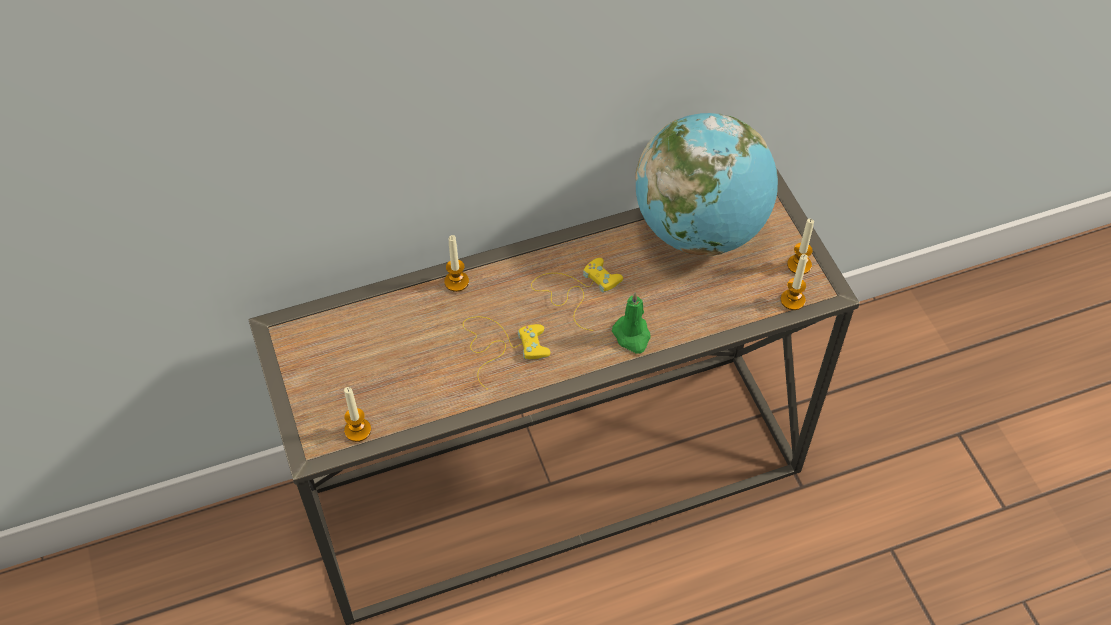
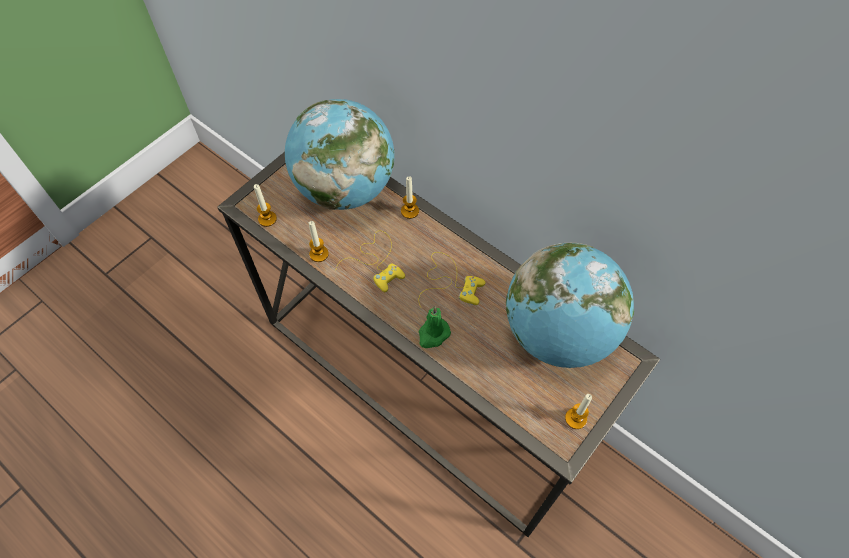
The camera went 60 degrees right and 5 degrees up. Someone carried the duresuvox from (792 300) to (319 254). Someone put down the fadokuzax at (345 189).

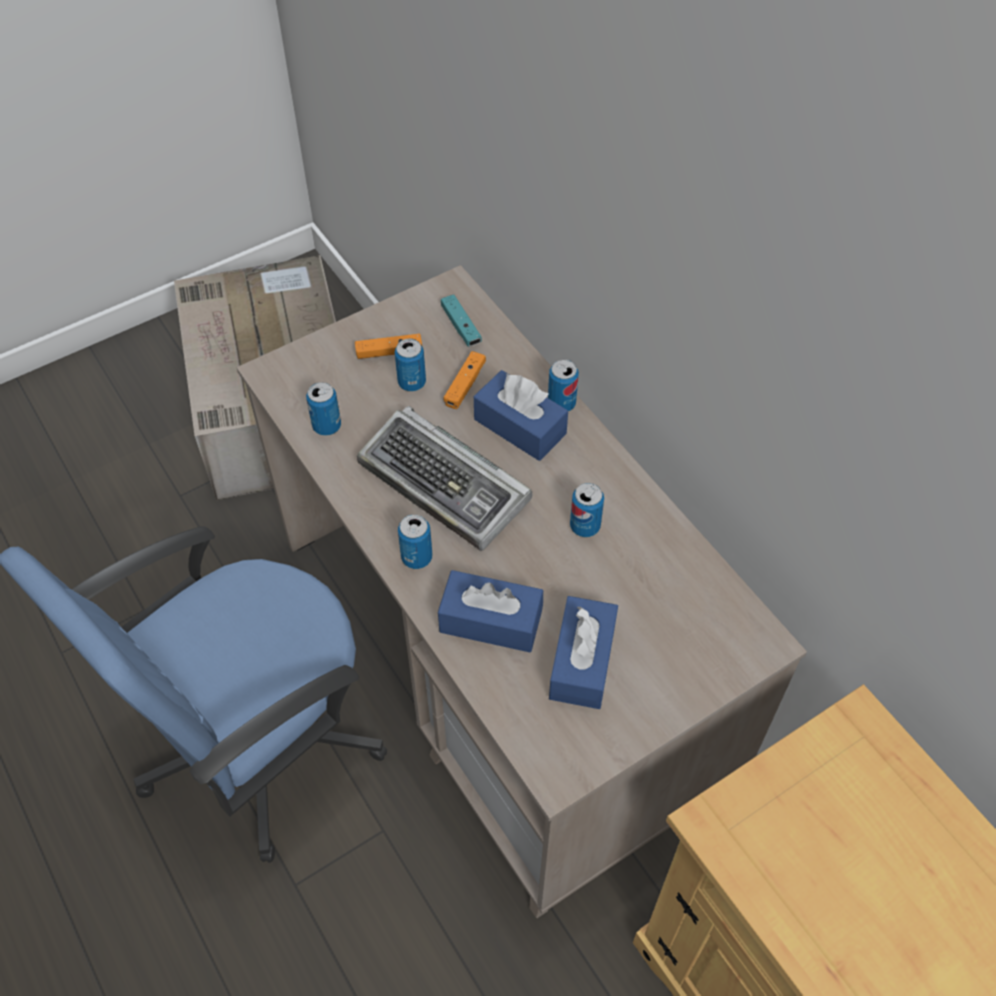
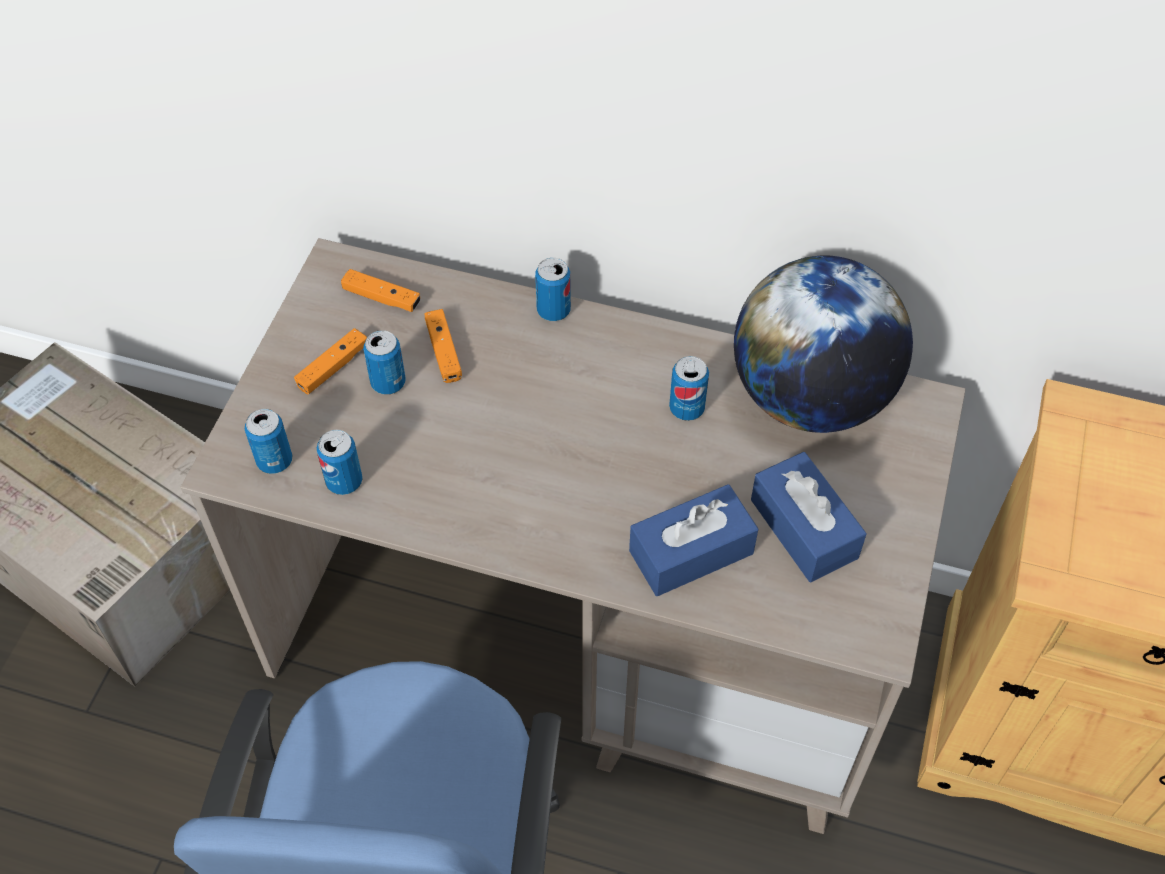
The camera went 40 degrees left and 0 degrees up. Someone repainted the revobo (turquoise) at (461 326), which became the revobo (orange) at (382 298). Someone took away the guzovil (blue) at (520 426). Someone took away the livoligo at (446 485). Someone carried the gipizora from (417 557) to (274 461). Someone put down the fadokuzax at (810 397).

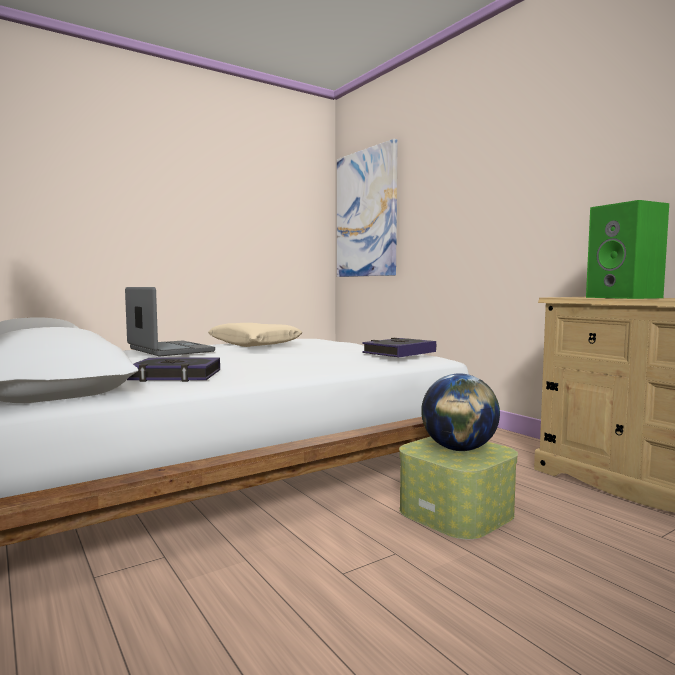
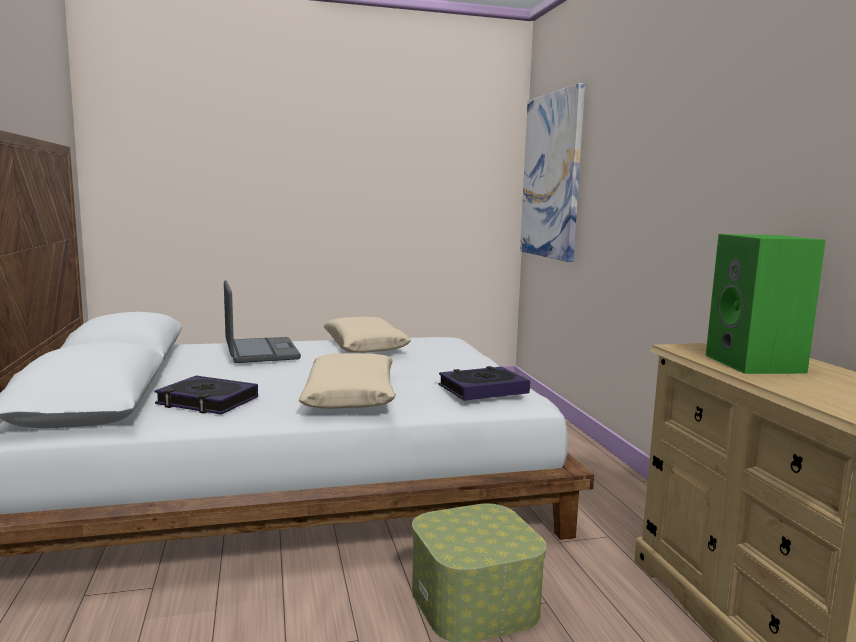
The camera went 20 degrees right and 5 degrees up. Someone took away the fadokuzax at (459 449). Someone put down the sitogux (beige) at (351 395).

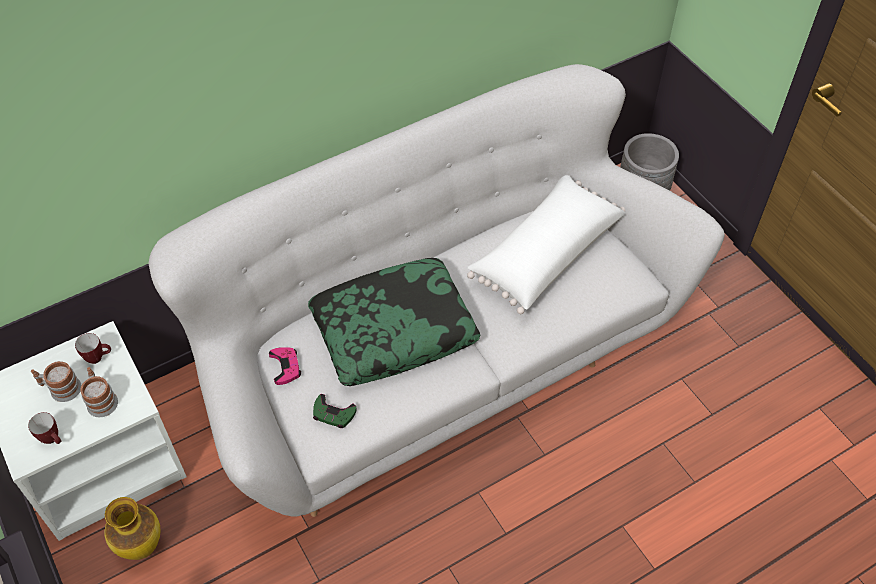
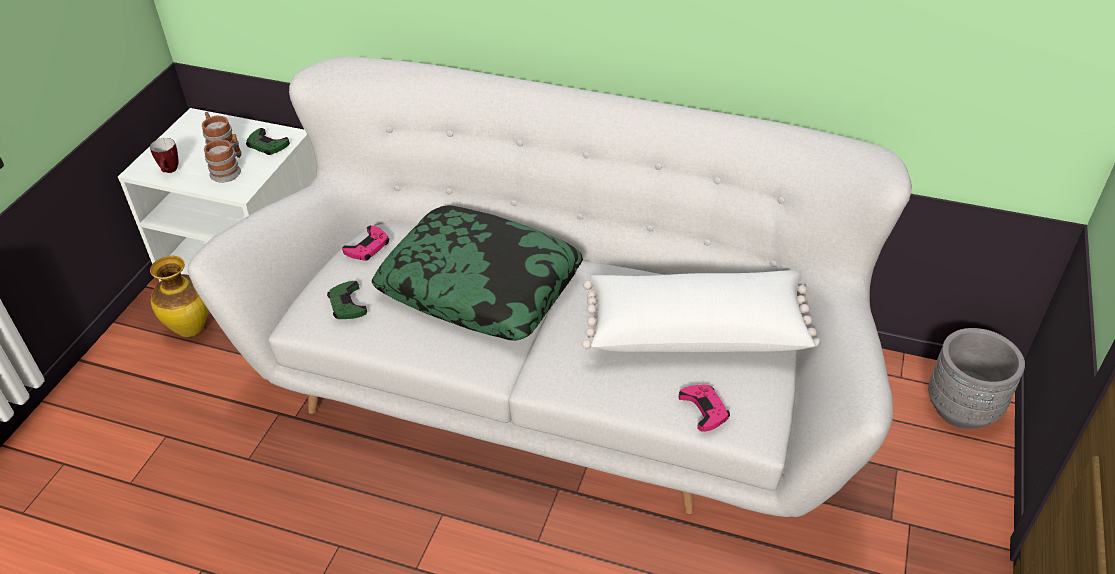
The camera went 50 degrees right and 10 degrees down. Someone swapped the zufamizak at (98 358) for the revobo (green) at (267 145). Someone put down the revobo (pink) at (704 409).

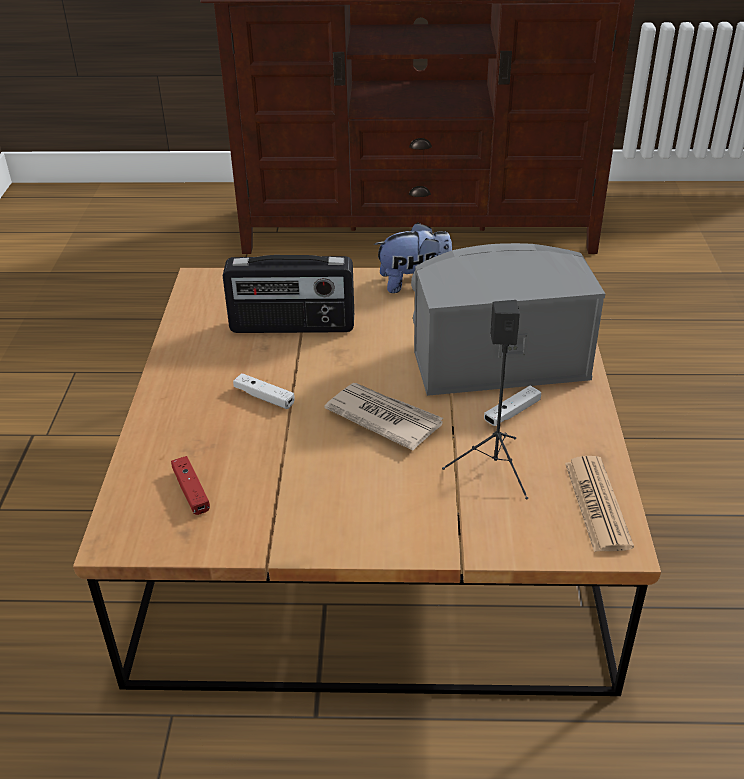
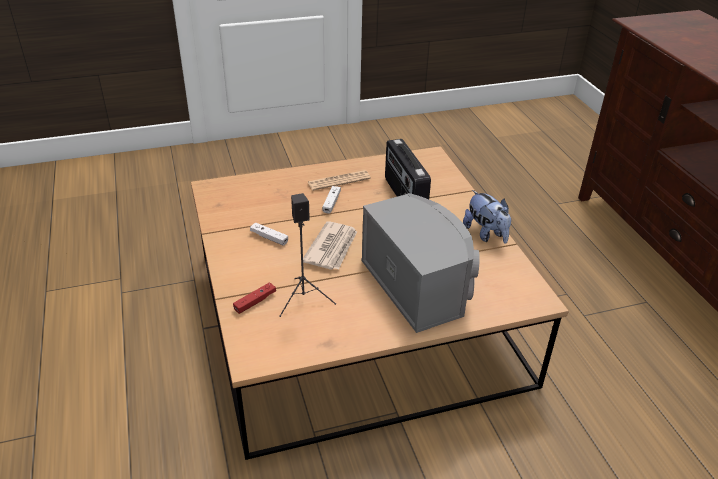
The camera went 70 degrees right and 0 degrees up. Someone carried the revobo (white) from (512 413) to (269 238). Someone carried the revobo (red) from (191 491) to (255 302). Someone carried the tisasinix from (597 504) to (339 181).

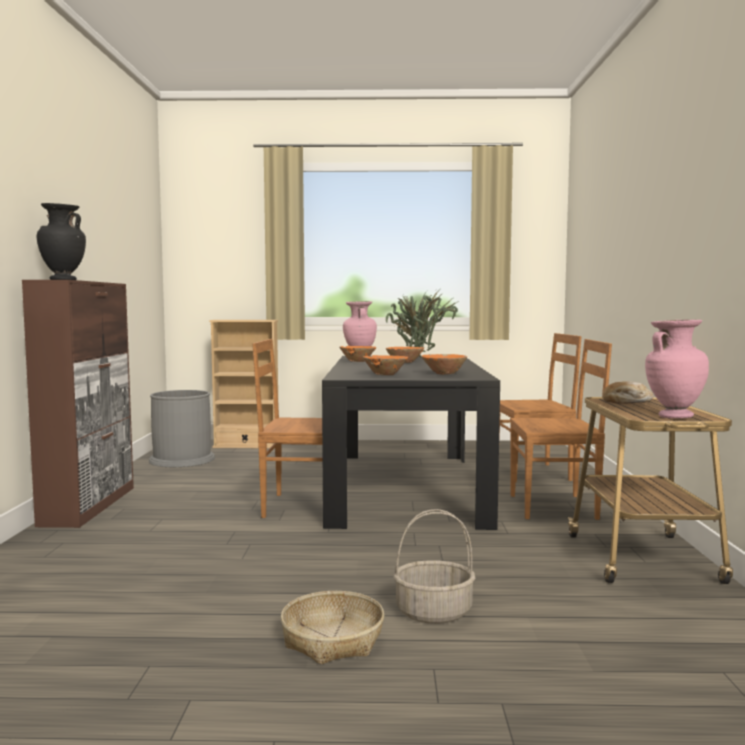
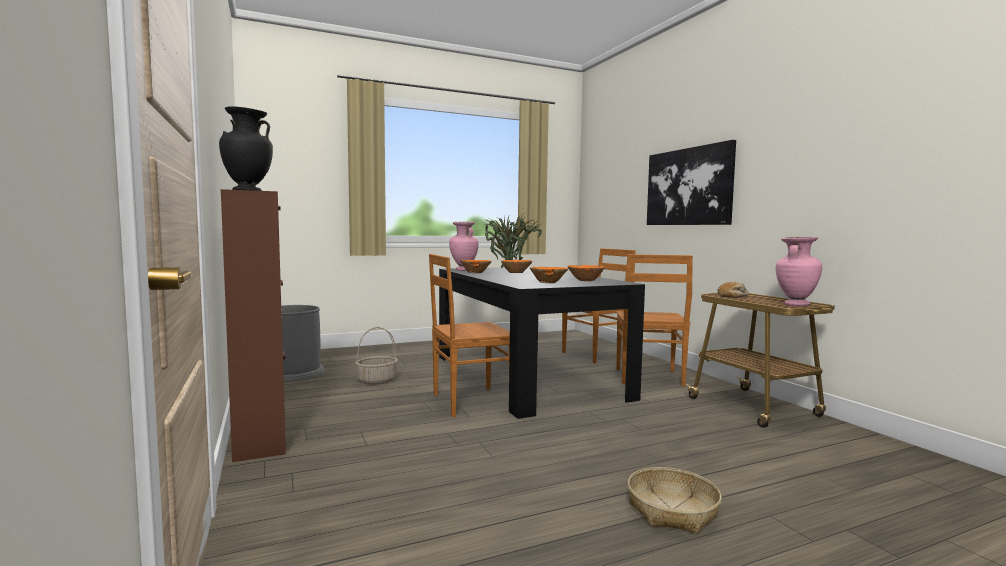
The camera went 25 degrees left and 0 degrees up. Someone took away the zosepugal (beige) at (246 446). Someone rotated the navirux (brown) at (555 507) by 120 degrees clockwise. Someone carried the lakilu from (434 612) to (377 380). Someone put up the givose at (688 186).

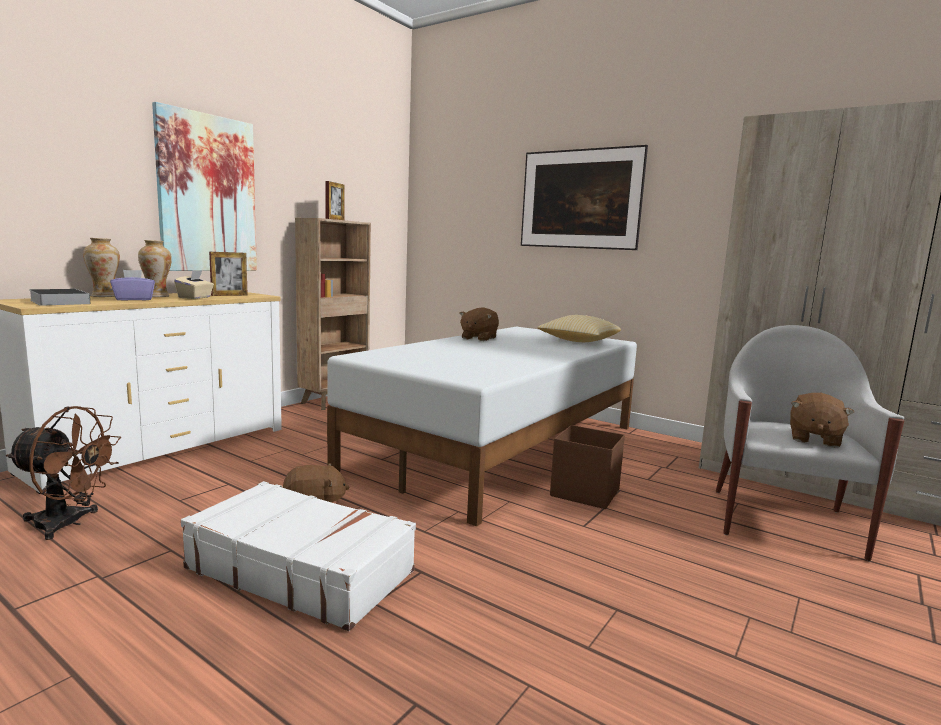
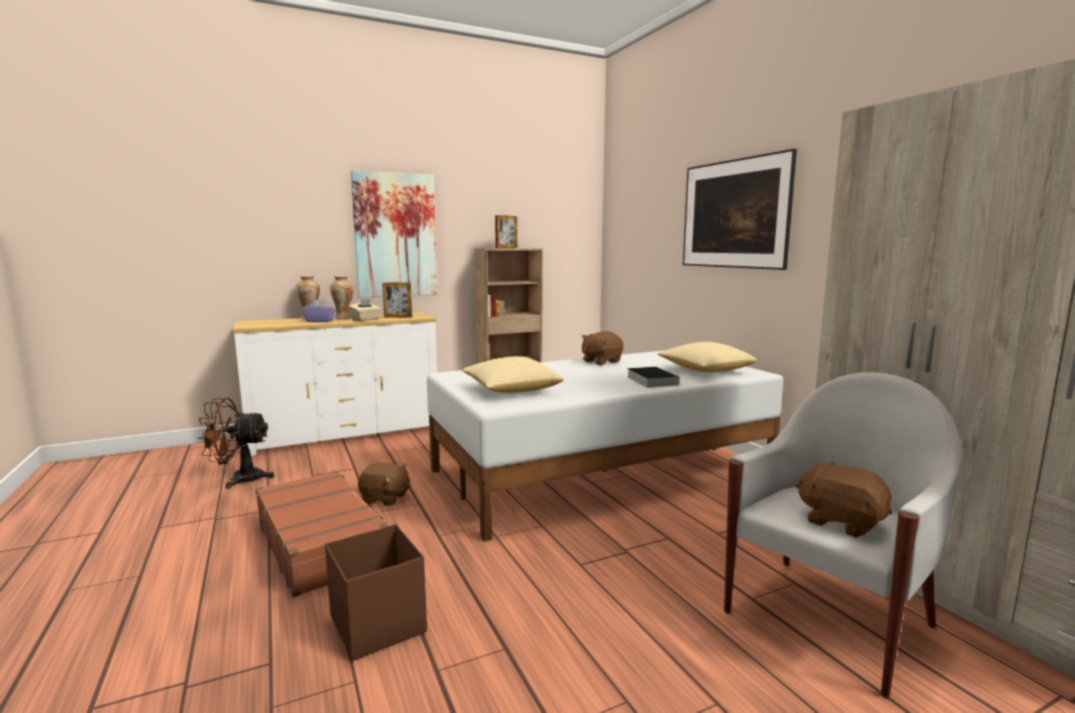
The camera went 30 degrees right and 0 degrees up. Someone carried the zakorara from (58 301) to (650 380). Someone rotated the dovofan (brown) at (814 439) by 75 degrees clockwise. Someone rotated the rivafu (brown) at (68 524) by 135 degrees clockwise. Someone carried the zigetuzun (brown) from (584 492) to (378 623). Someone repainted the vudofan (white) at (301 569), which became the vudofan (brown) at (321 543). Someone put down the sitogux at (511 390).

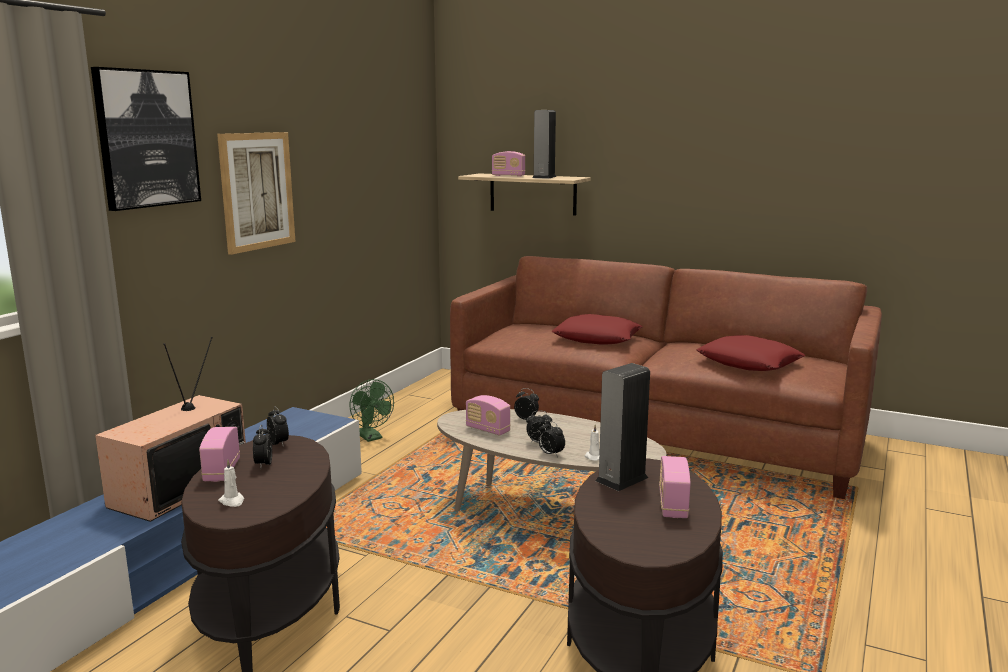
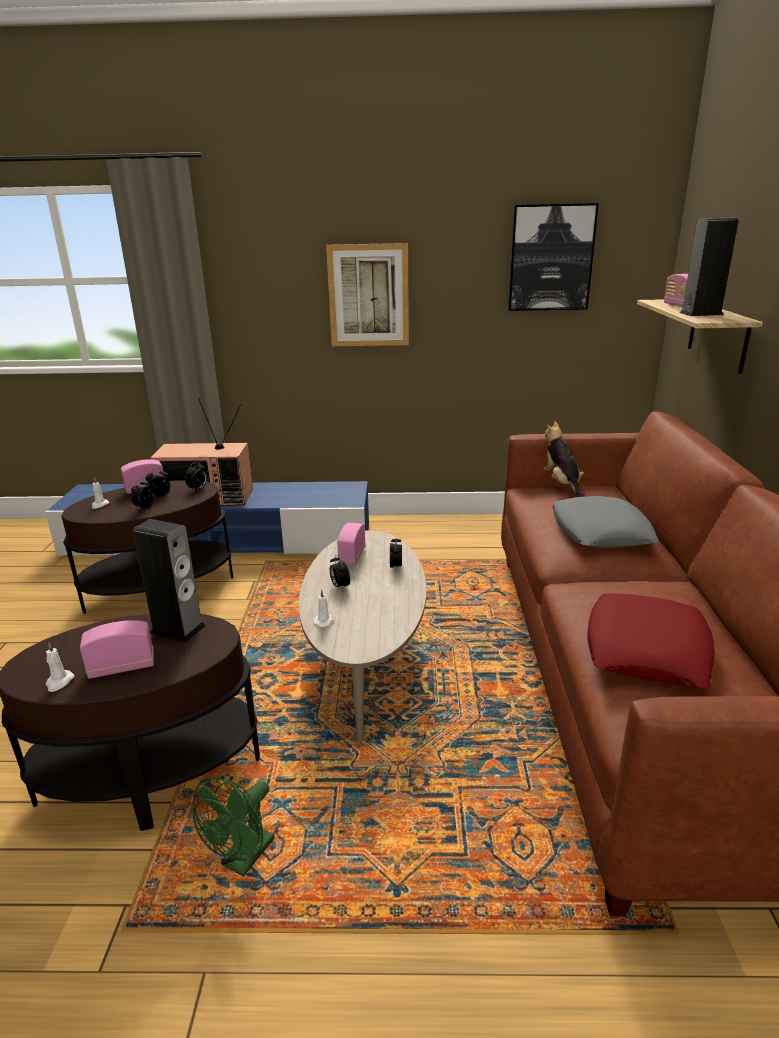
The camera went 65 degrees right and 10 degrees up. Someone carried the givose from (147 139) to (550 258). Someone repainted the sitogux (red) at (597 338), which became the sitogux (grey) at (601 532). Someone carried the rivafu (green) from (371 437) to (243 860). Someone carried the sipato from (550 454) to (144 508). Someone put down the dovofan at (561 484). Someone put down the duresuvox (white) at (59 682).

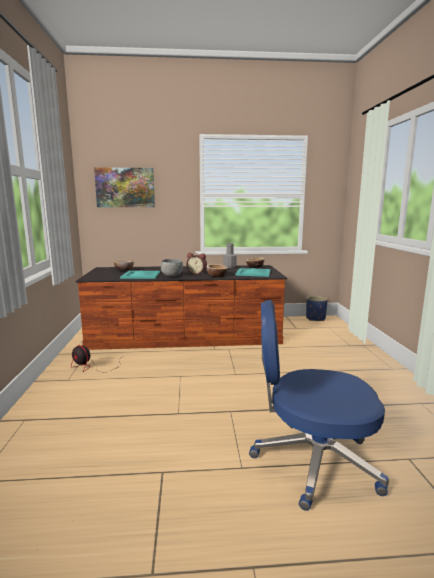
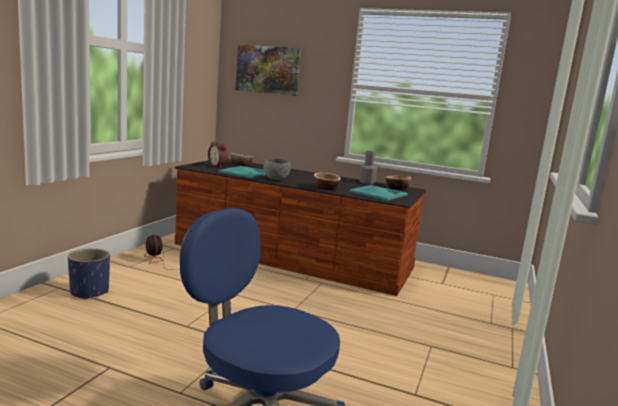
The camera went 25 degrees right and 0 degrees up. Someone carried the sipato from (197 273) to (218 166). Someone carried the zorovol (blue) from (315 318) to (89 292).

